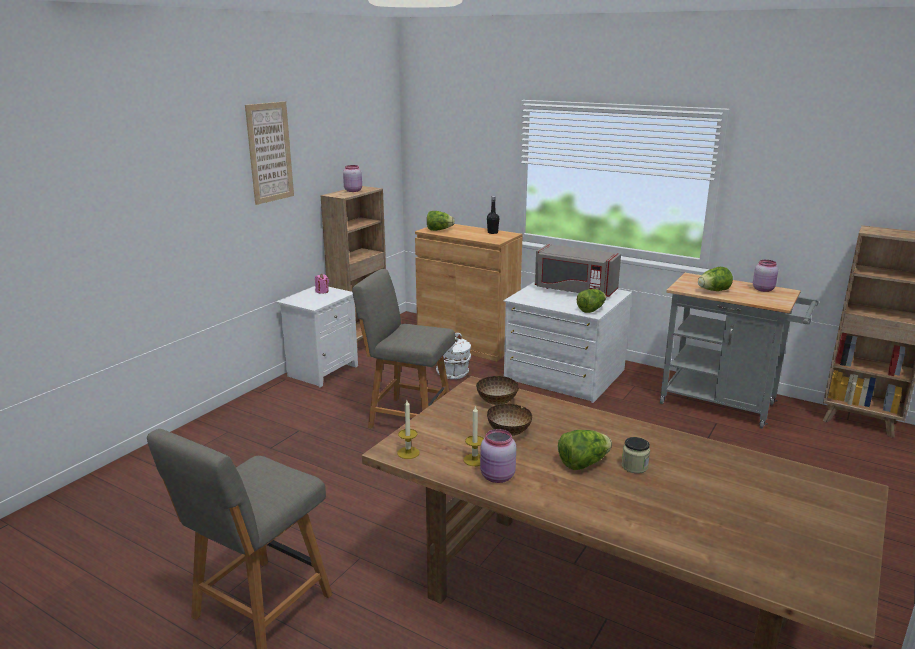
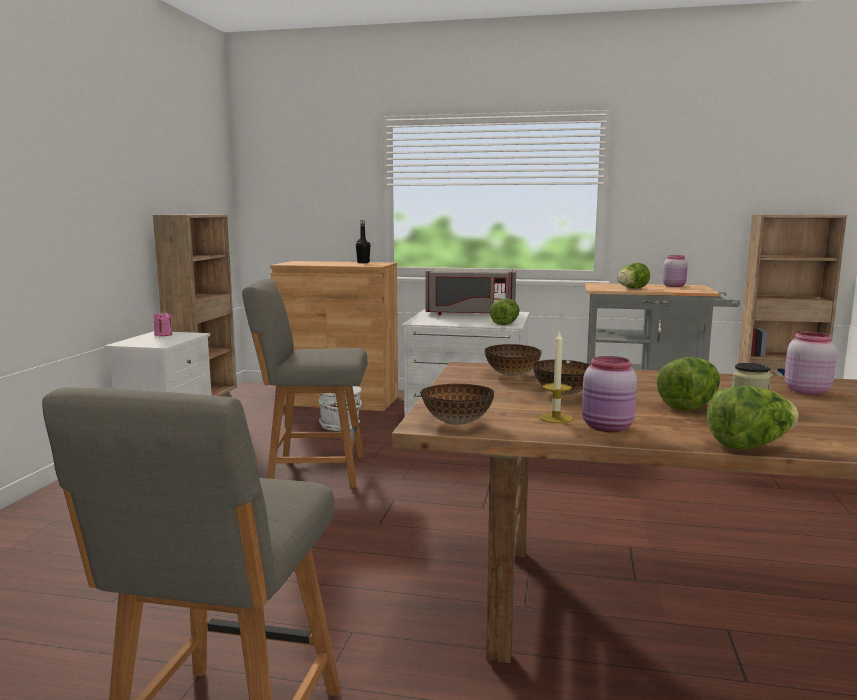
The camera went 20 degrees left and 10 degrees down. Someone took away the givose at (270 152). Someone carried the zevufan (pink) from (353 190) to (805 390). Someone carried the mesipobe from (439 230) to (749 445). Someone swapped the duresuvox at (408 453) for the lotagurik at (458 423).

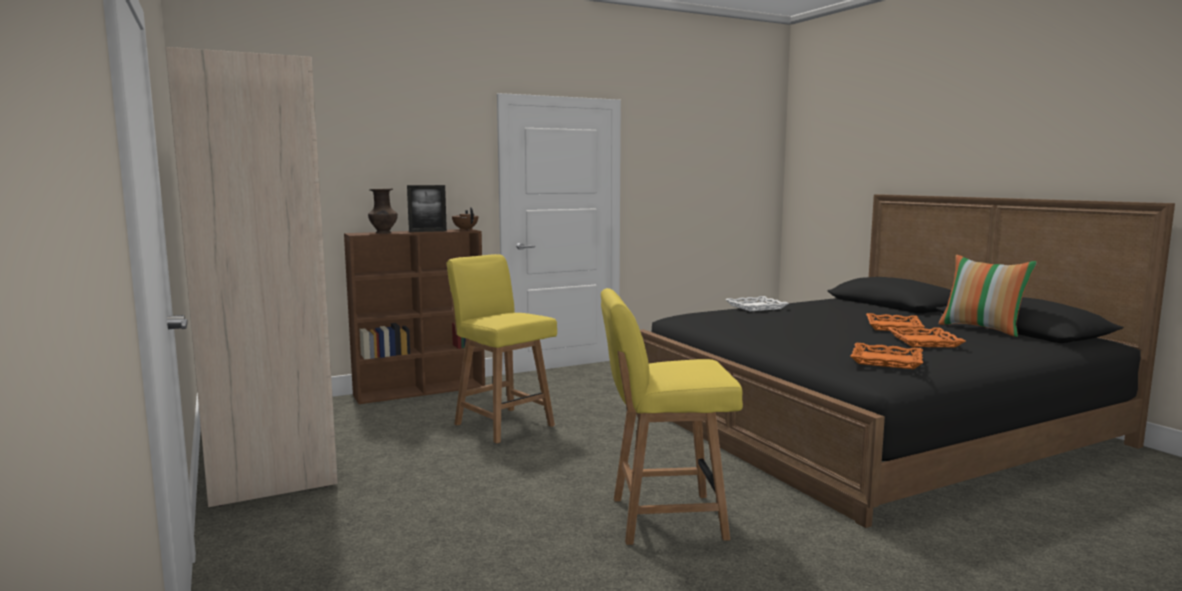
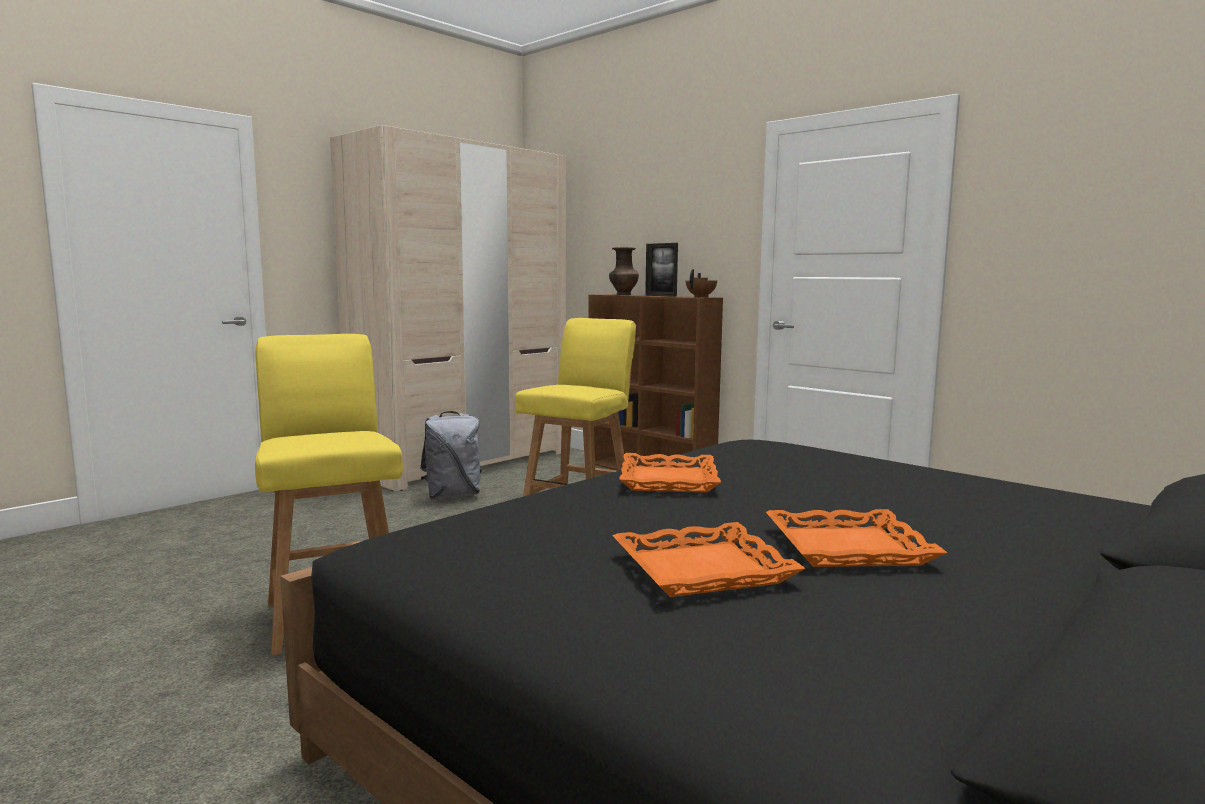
The camera went 70 degrees right and 0 degrees up. Someone took away the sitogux at (982 329). Someone took away the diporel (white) at (756 307). Someone carried the diporel (orange) from (886 361) to (667 480). Someone put down the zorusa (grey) at (452 496).

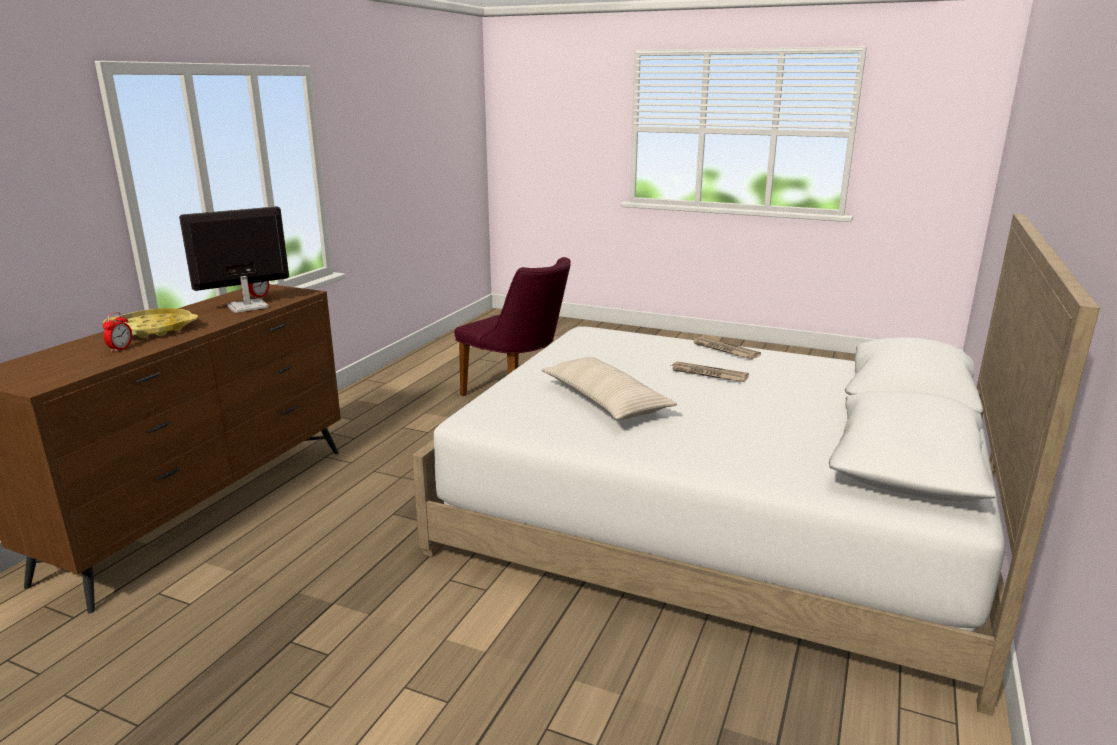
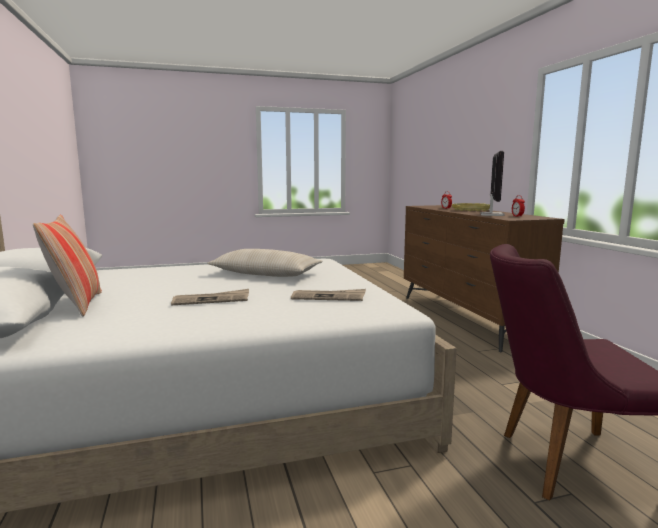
The camera went 140 degrees right and 10 degrees down. Someone carried the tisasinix from (724 350) to (329 297). Someone put down the sitogux at (77 305).

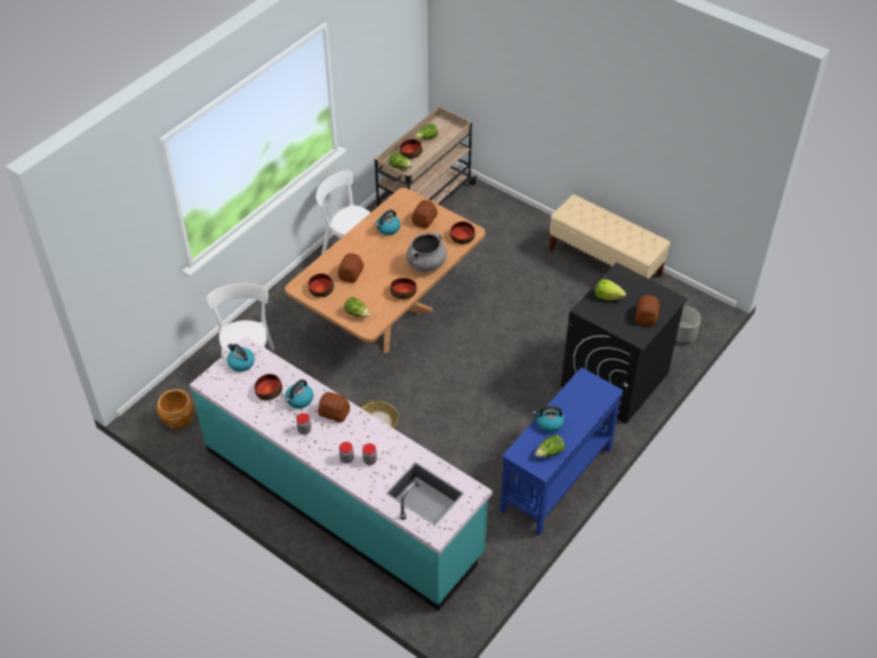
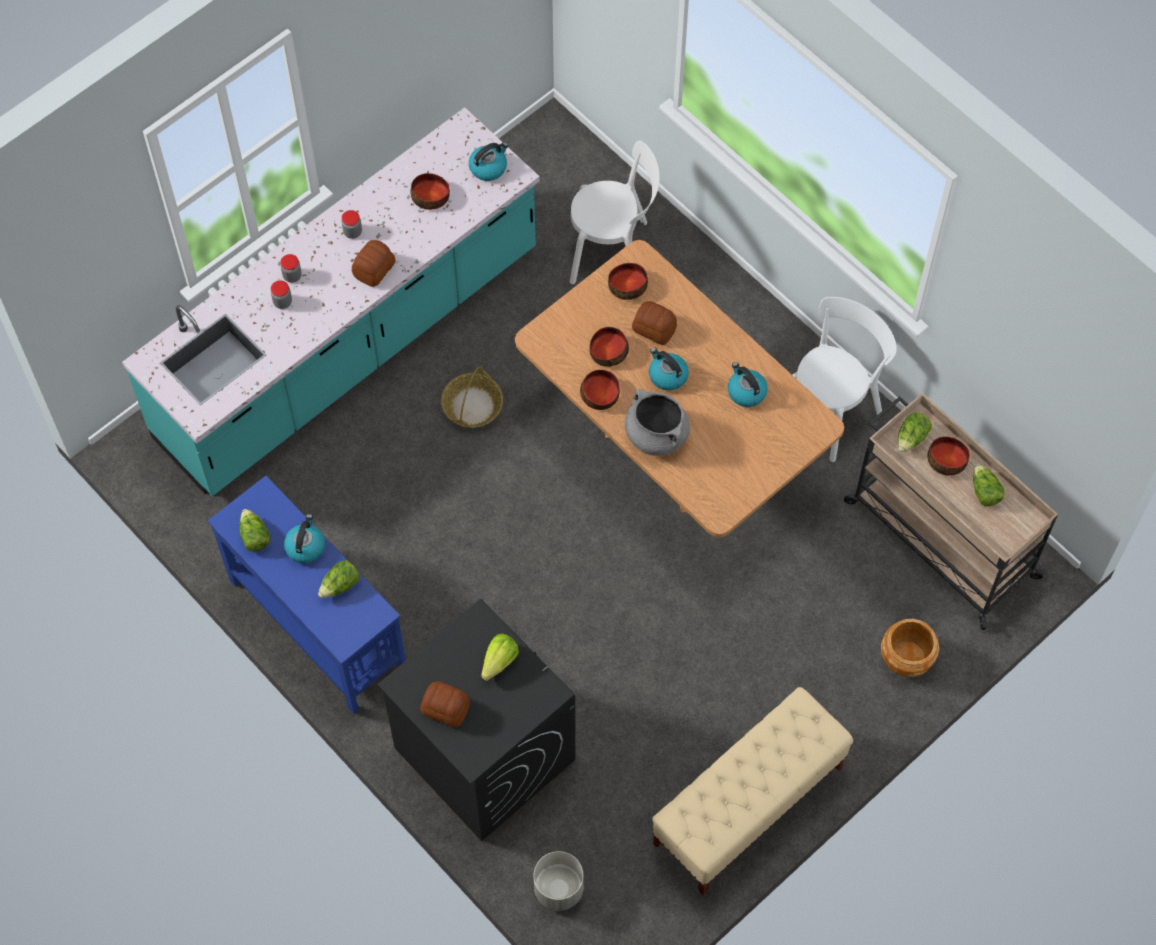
The camera went 100 degrees right and 15 degrees up. Someone took away the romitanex at (425 219). Someone carried the lotagurik from (462 237) to (608 351). Someone carried the mesipobe from (357 313) to (340 585). Someone carried the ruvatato from (299 400) to (667 375). Someone carried the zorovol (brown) from (178 420) to (906 659).

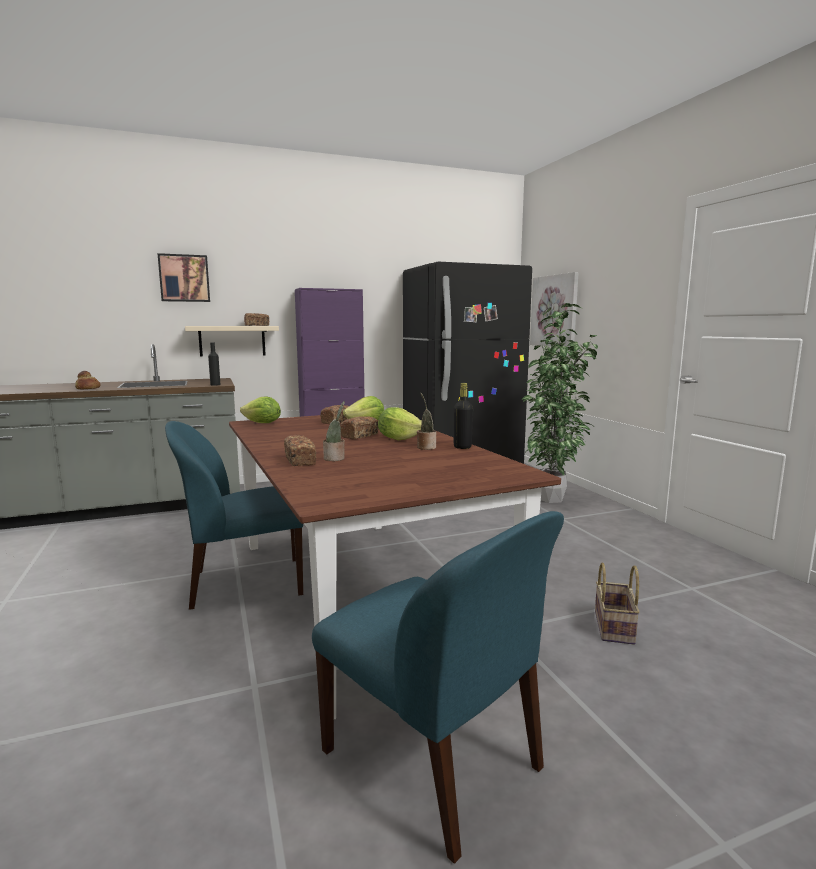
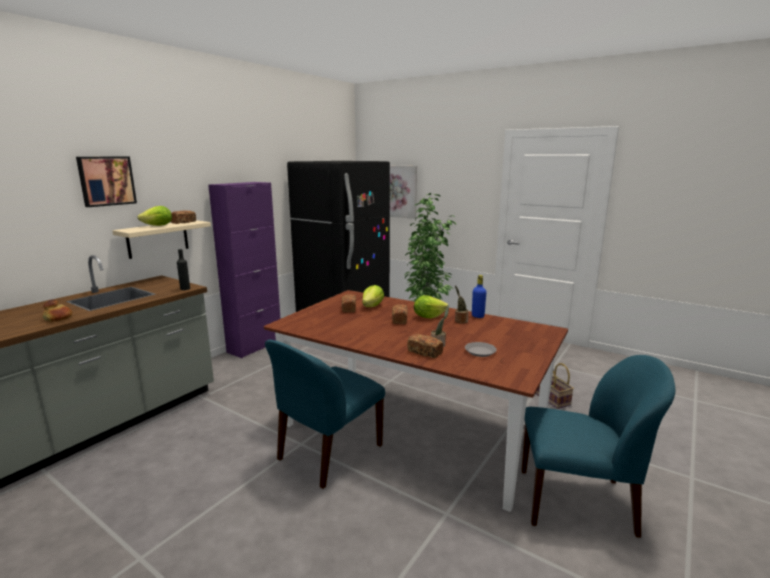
The camera went 35 degrees left and 5 degrees up. Someone repainted the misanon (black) at (462 447), which became the misanon (blue) at (478 316). Someone carried the mesipobe from (262 423) to (158 226). Someone put down the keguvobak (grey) at (480 352).

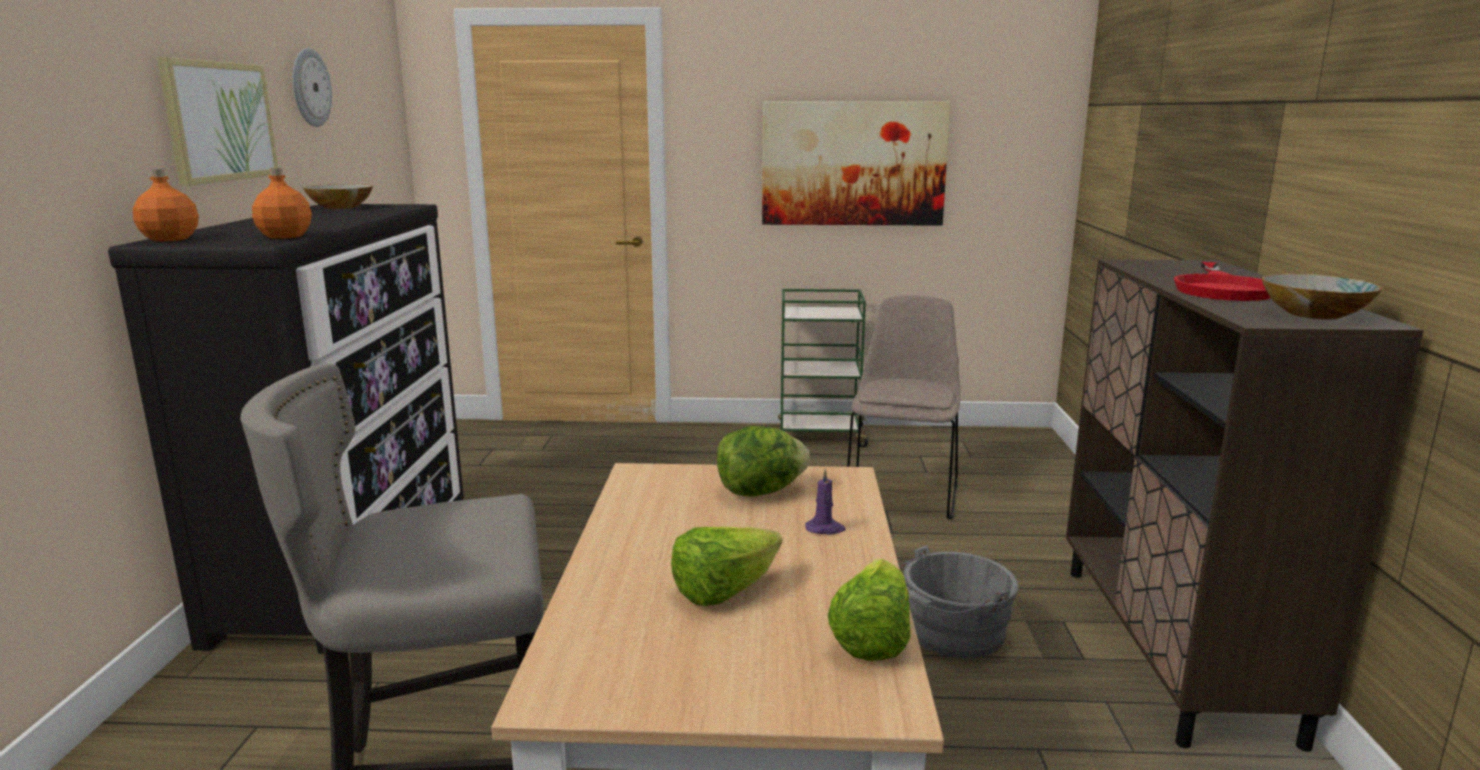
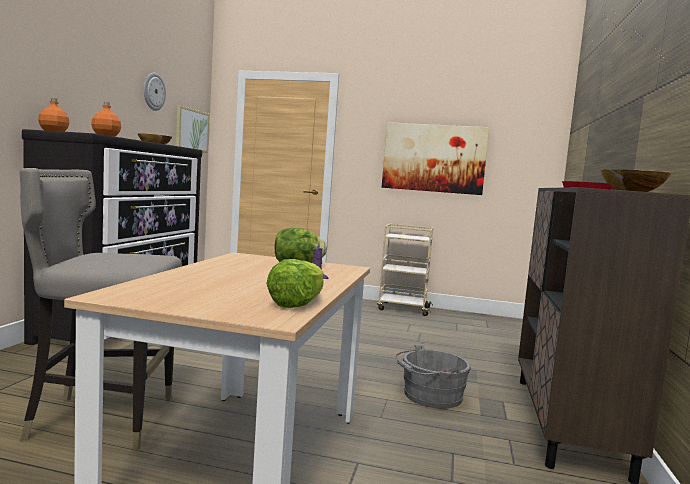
The camera went 10 degrees right and 10 degrees down. Someone carried the givose from (219 121) to (191 130). Someone repainted the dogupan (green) at (820 436), which became the dogupan (beige) at (403 309). Someone took away the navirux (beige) at (901 493). Someone took away the mesipobe at (724 591).

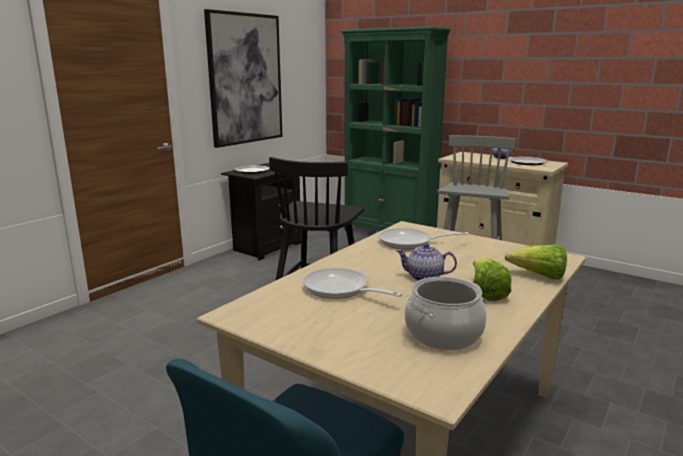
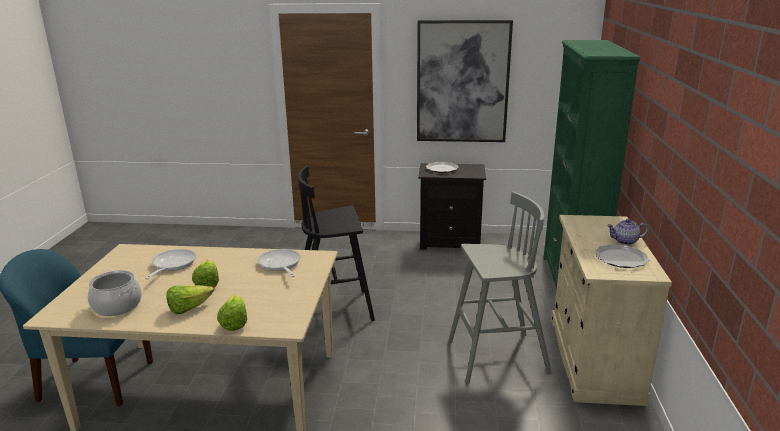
The camera went 60 degrees right and 5 degrees up. Someone swapped the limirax at (424 277) for the mesipobe at (207 284).

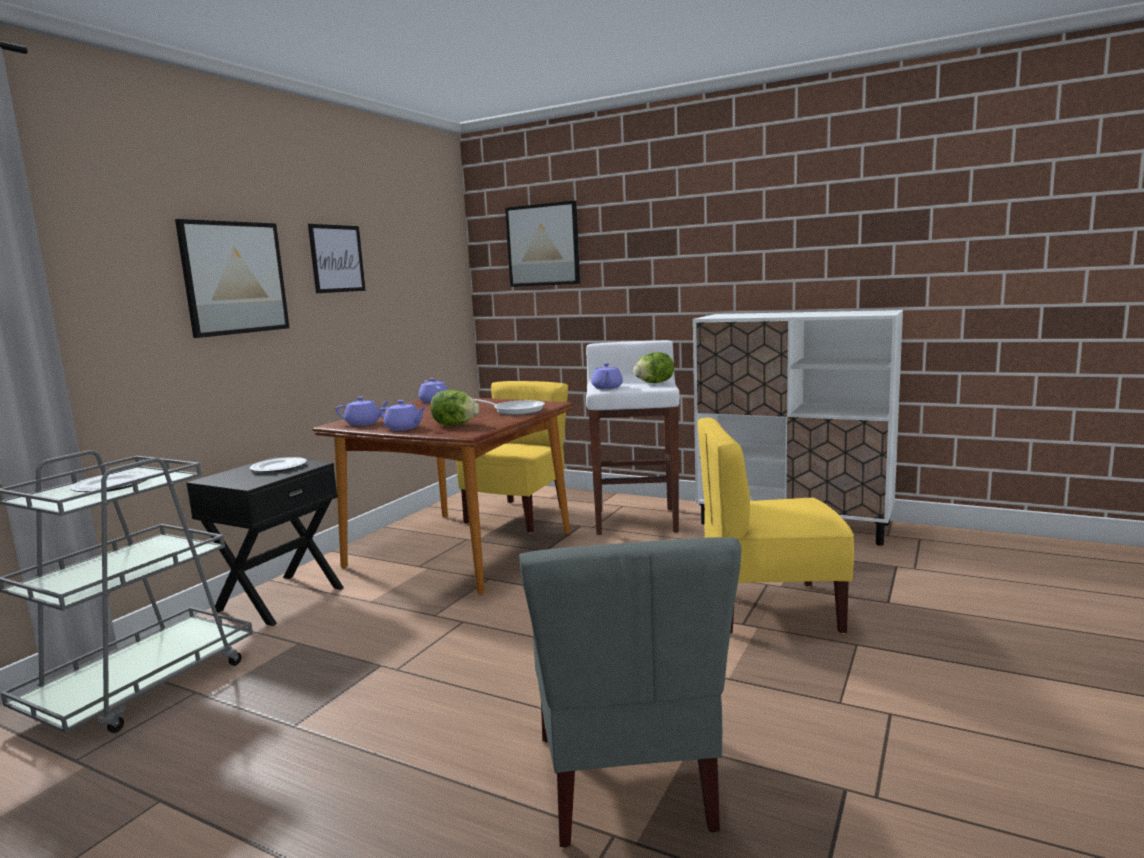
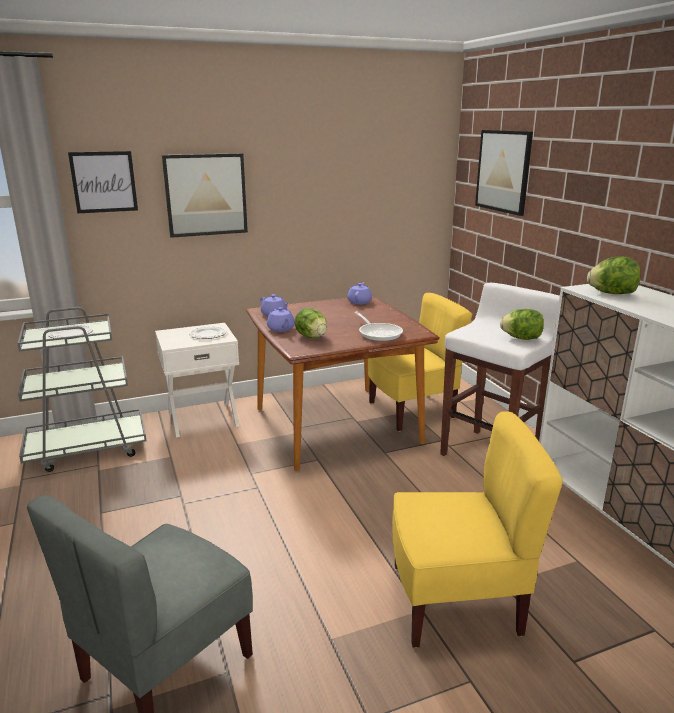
The camera went 40 degrees right and 10 degrees up. Someone carried the givose from (337 258) to (104 182). Someone took away the limirax (purple) at (607 388). Someone rotated the navirux (yellow) at (770 610) by 135 degrees clockwise. Someone repainted the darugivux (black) at (279 598), which became the darugivux (white) at (203 418). Someone put down the mesipobe at (611 293).

